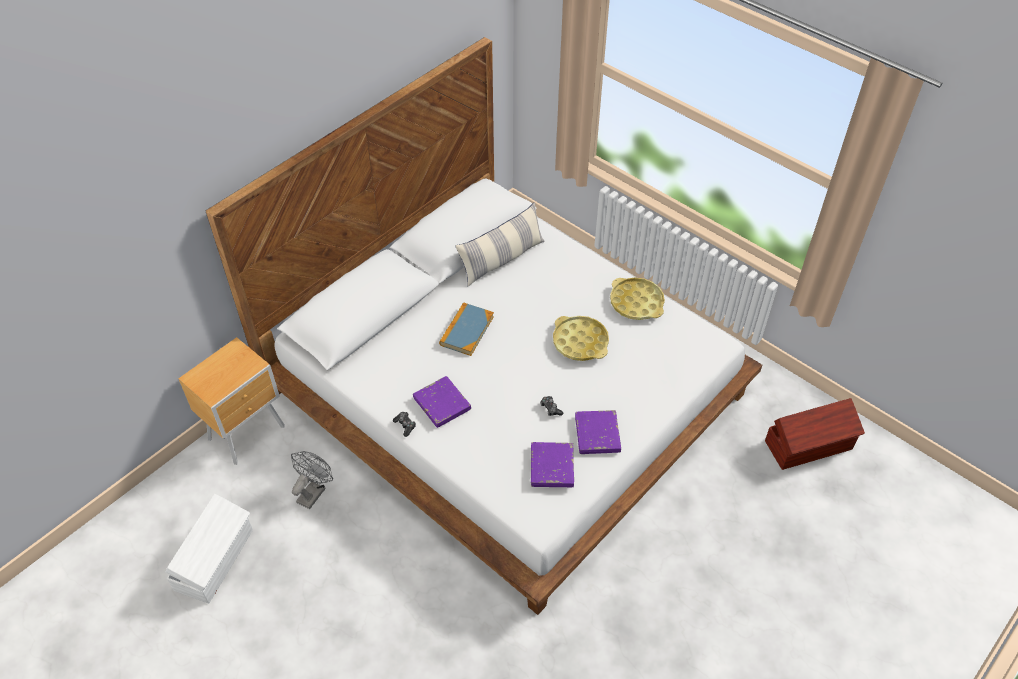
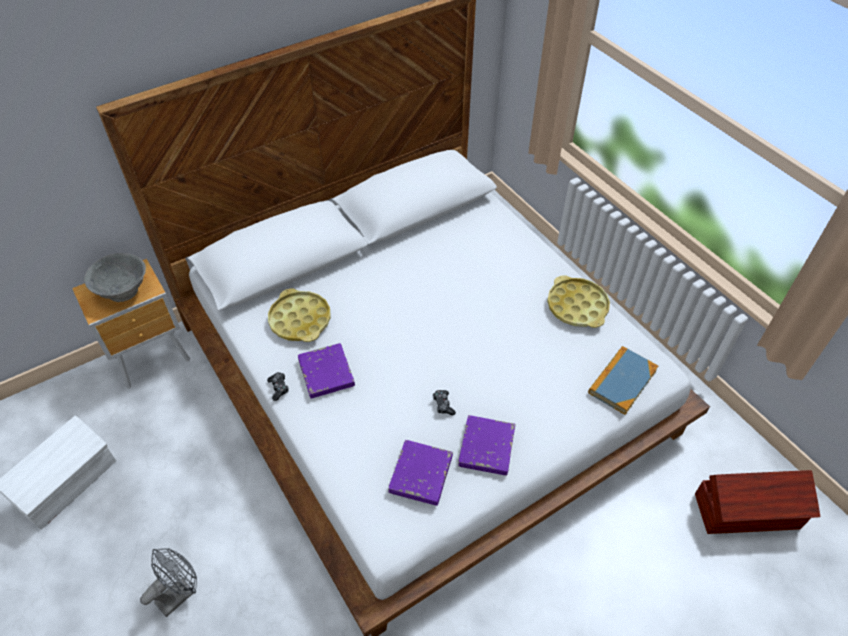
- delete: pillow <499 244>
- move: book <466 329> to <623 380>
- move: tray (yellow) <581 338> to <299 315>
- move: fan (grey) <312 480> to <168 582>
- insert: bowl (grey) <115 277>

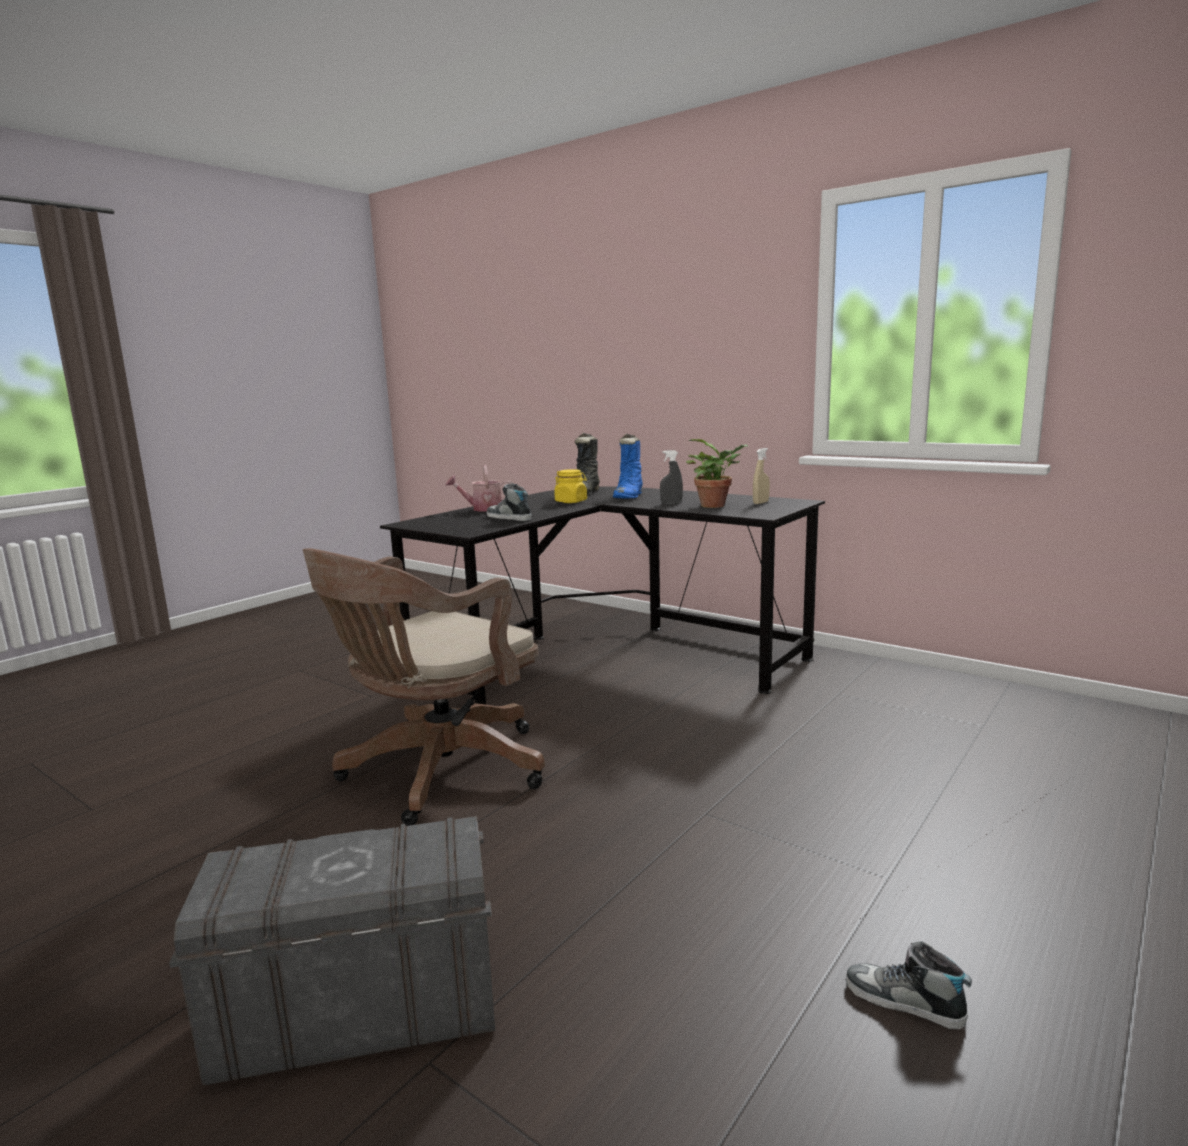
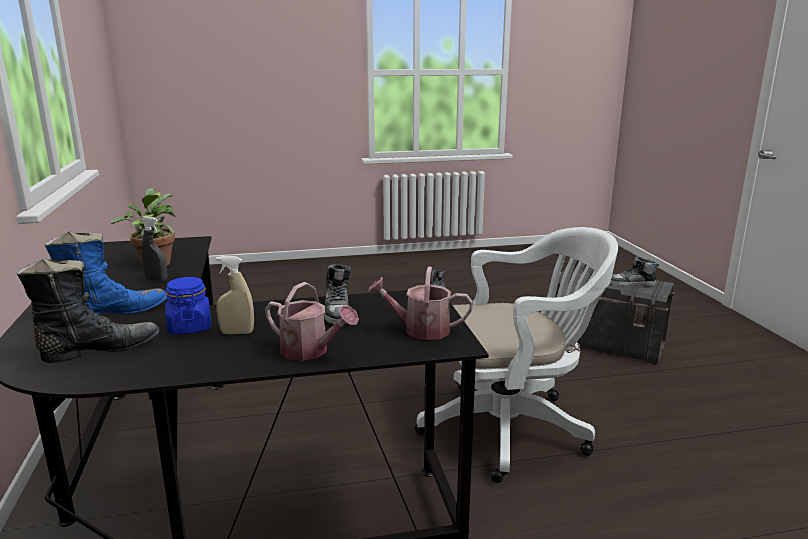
- move: spray bottle (beige) <761 476> to <235 295>
- recolor: jar (yellow) <570 486> to jar (blue) <188 305>
- recolor: office chair (brown) <424 687> to office chair (white) <516 355>
- insert: shoe <634 271>
- insert: watering can <420 303>

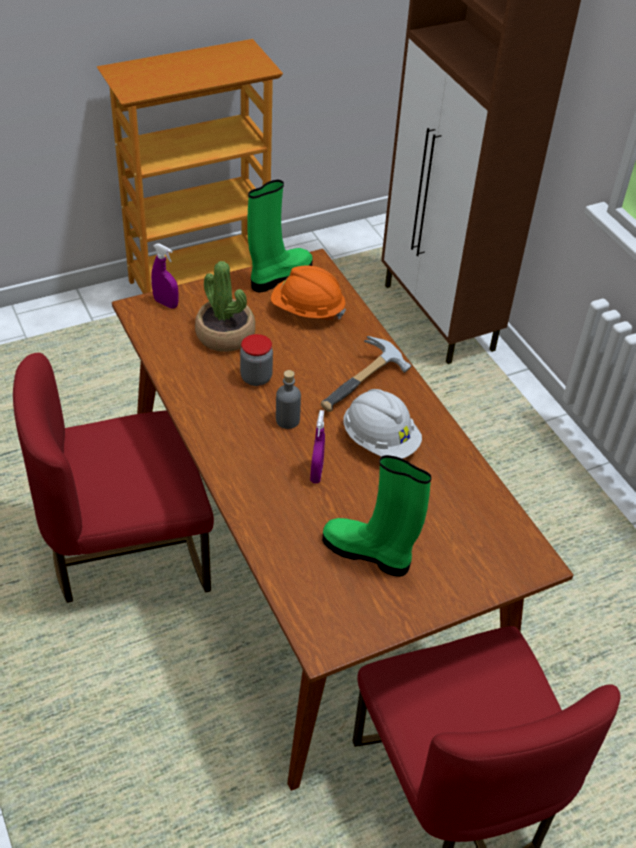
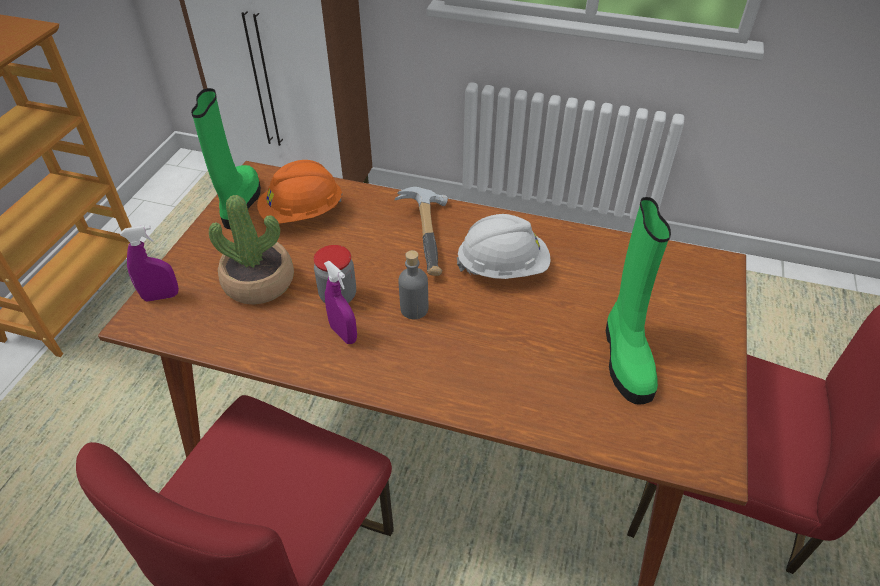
- move: spray bottle (purple) <317 447> to <340 302>
- rotate: boot (green) <377 516> = <638 301> 75 degrees counterclockwise

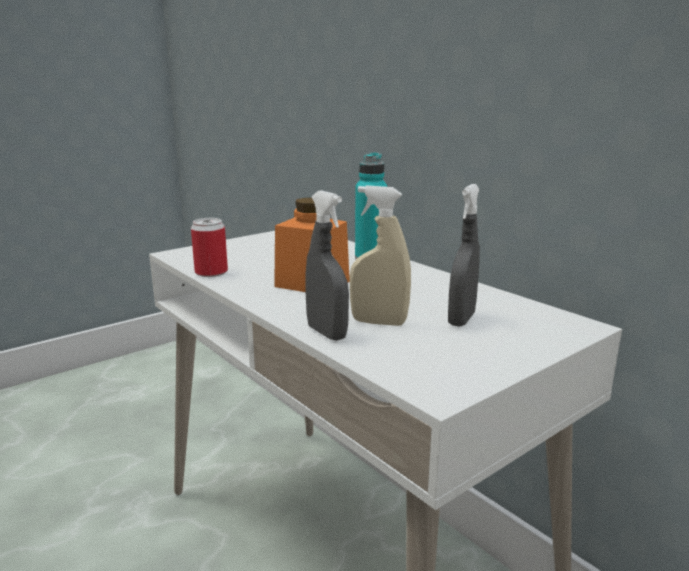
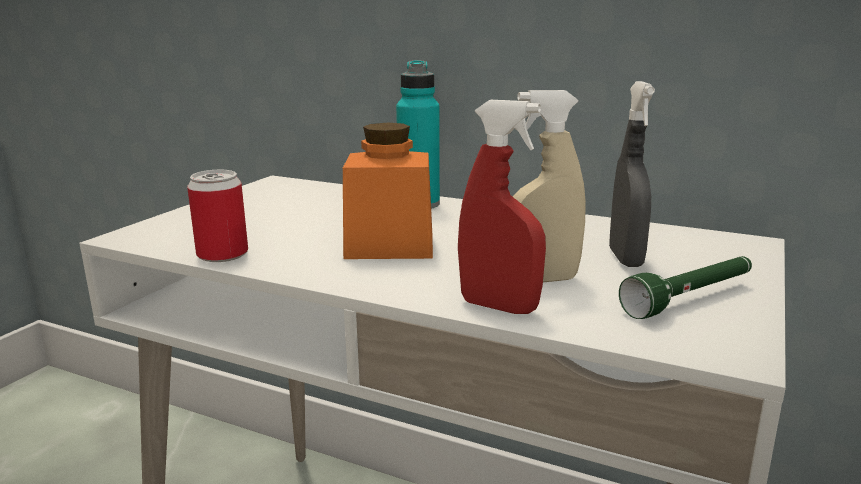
- recolor: spray bottle (grey) <327 265> to spray bottle (red) <502 207>
- insert: flashlight (green) <685 287>

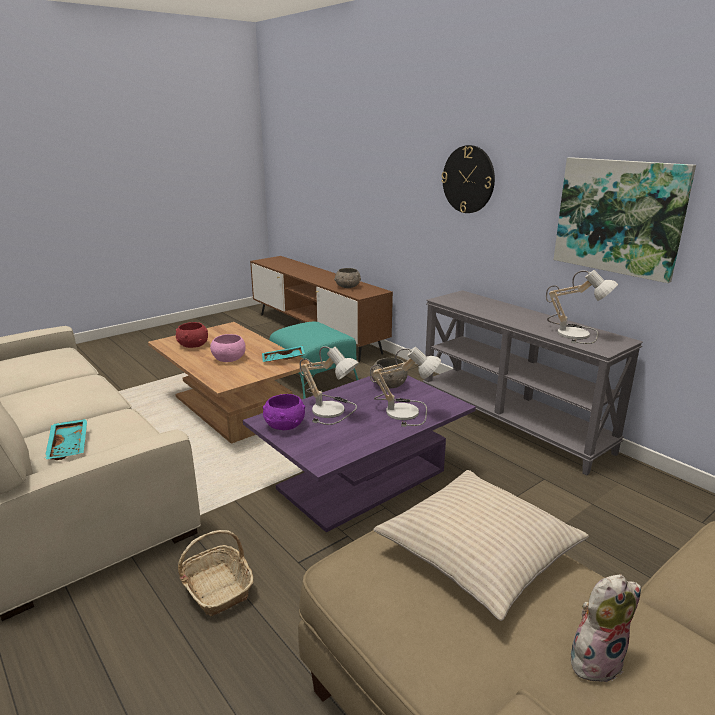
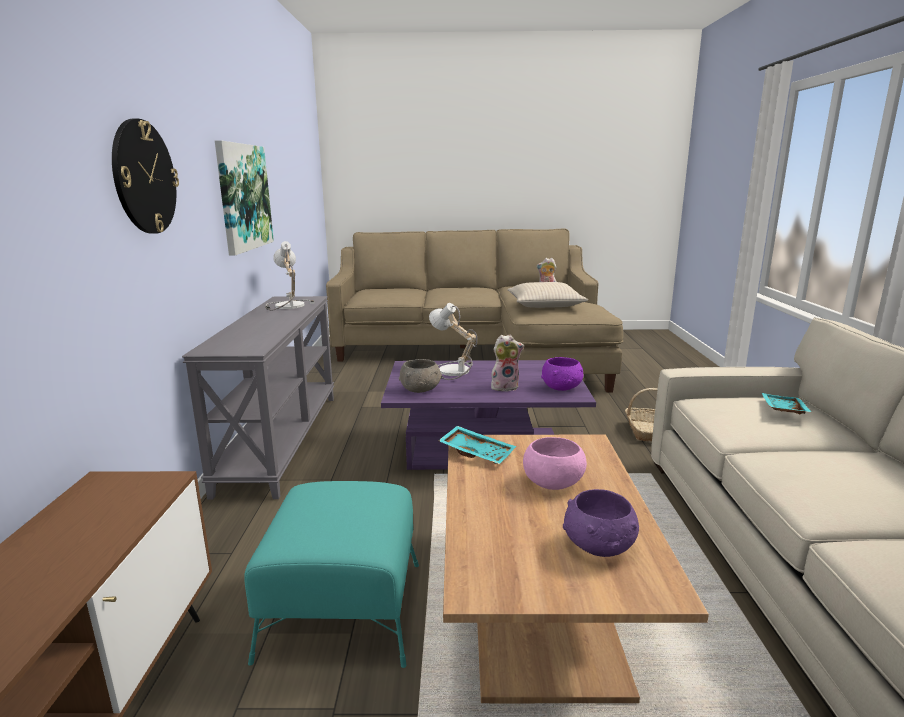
- delete: bowl (grey) <347 278>
- recolor: bowl (red) <192 335> to bowl (purple) <601 523>
- replace: table lamp <329 385> to plush toy <507 363>

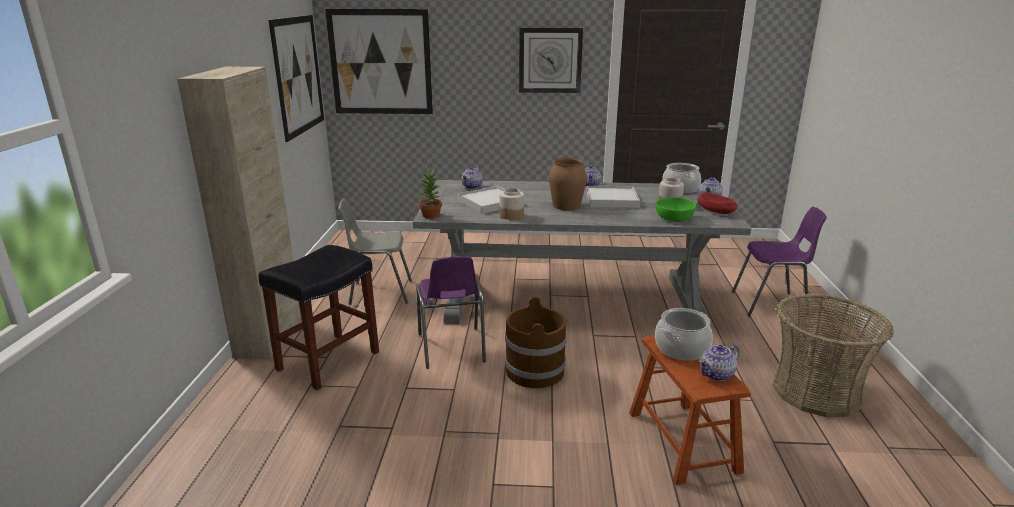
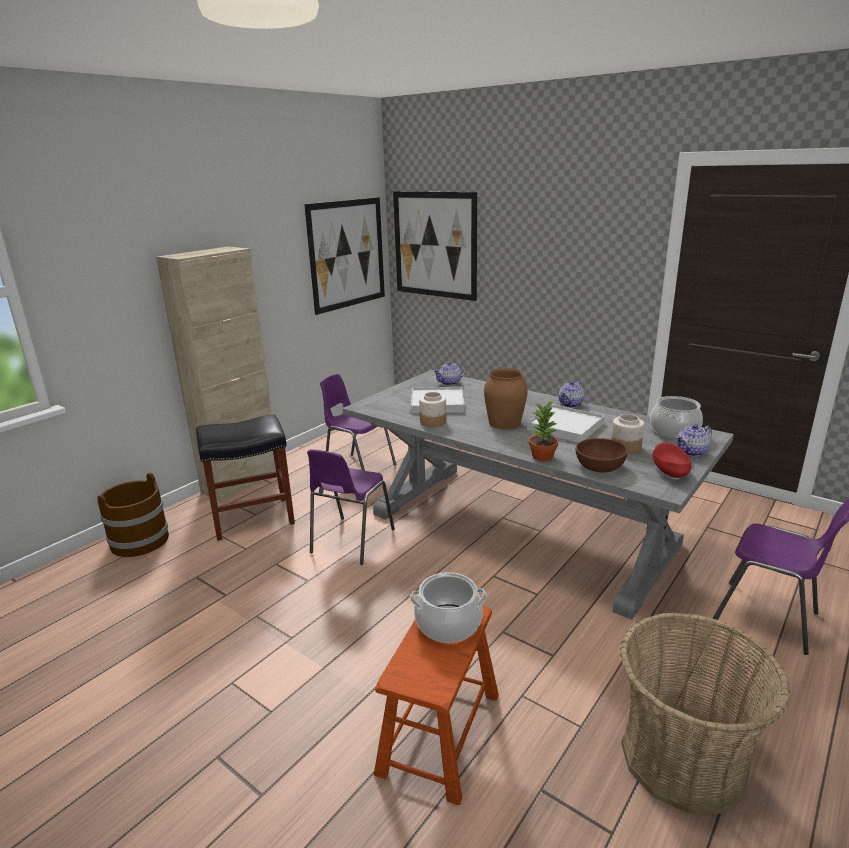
- delete: wall clock <551 60>
- move: potted plant <430 193> to <544 431>
- recolor: bowl (green) <675 209> to bowl (brown) <602 455>
- recolor: chair (grey) <375 252> to chair (purple) <358 422>
- move: bucket (brown) <536 342> to <133 515>
- delete: teapot <719 362>

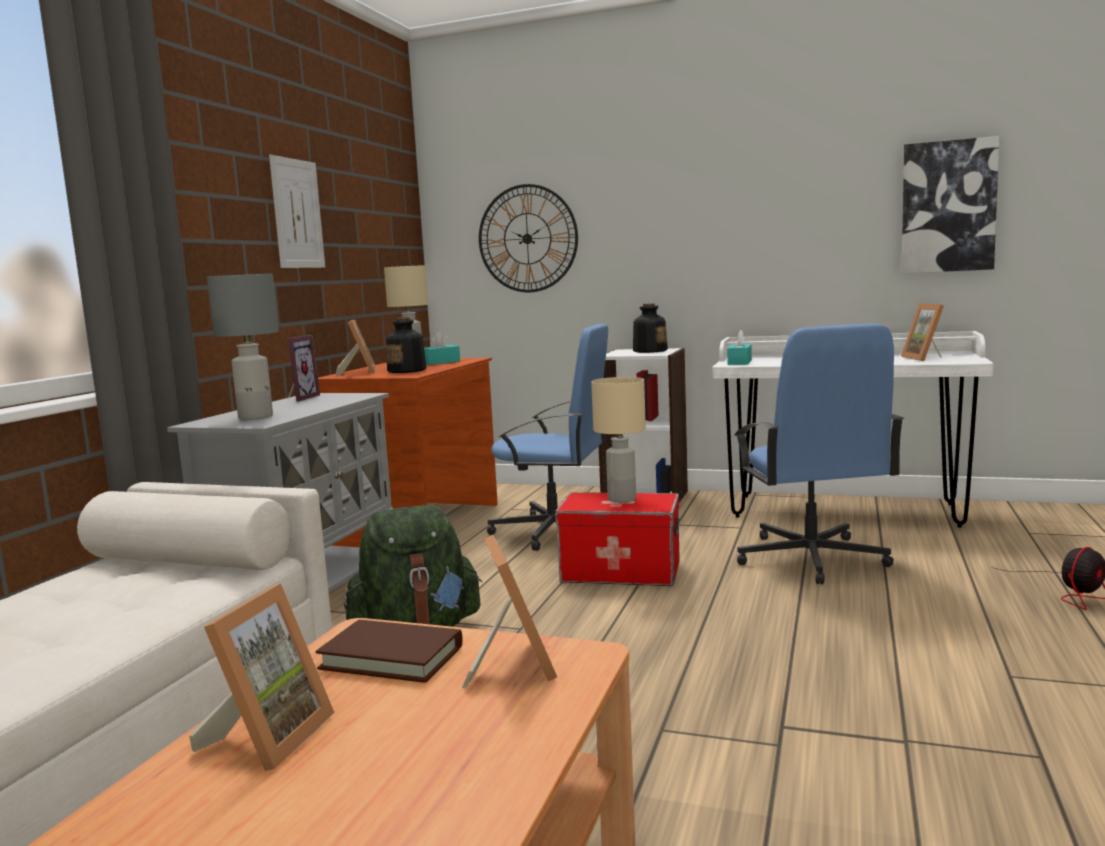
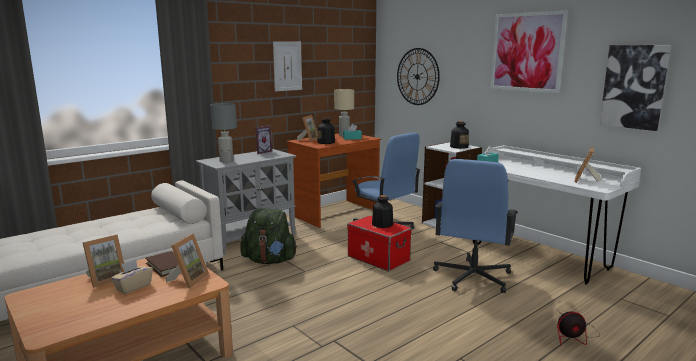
- replace: table lamp (beige) <618 440> to bottle <382 211>
- insert: picture <529 52>
- insert: tissue box (beige) <132 277>

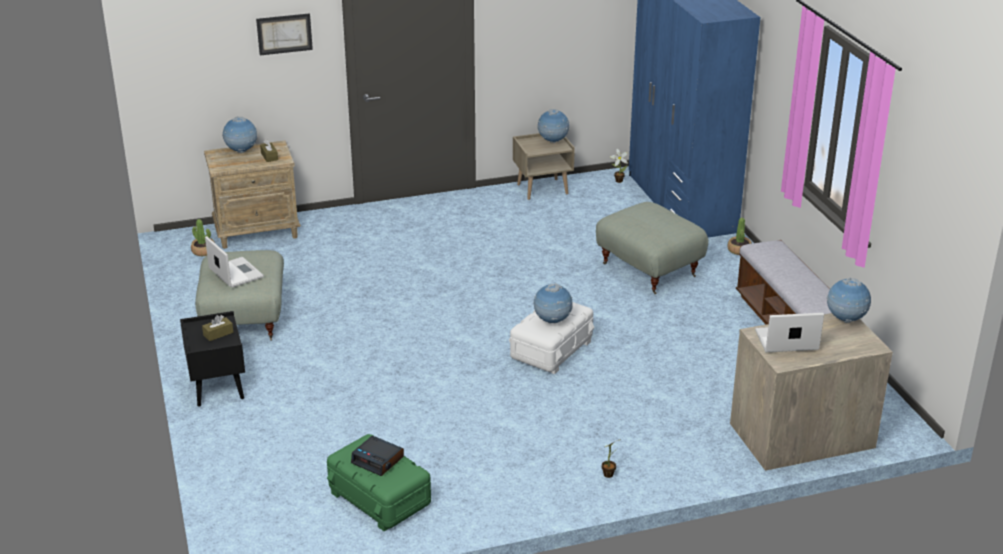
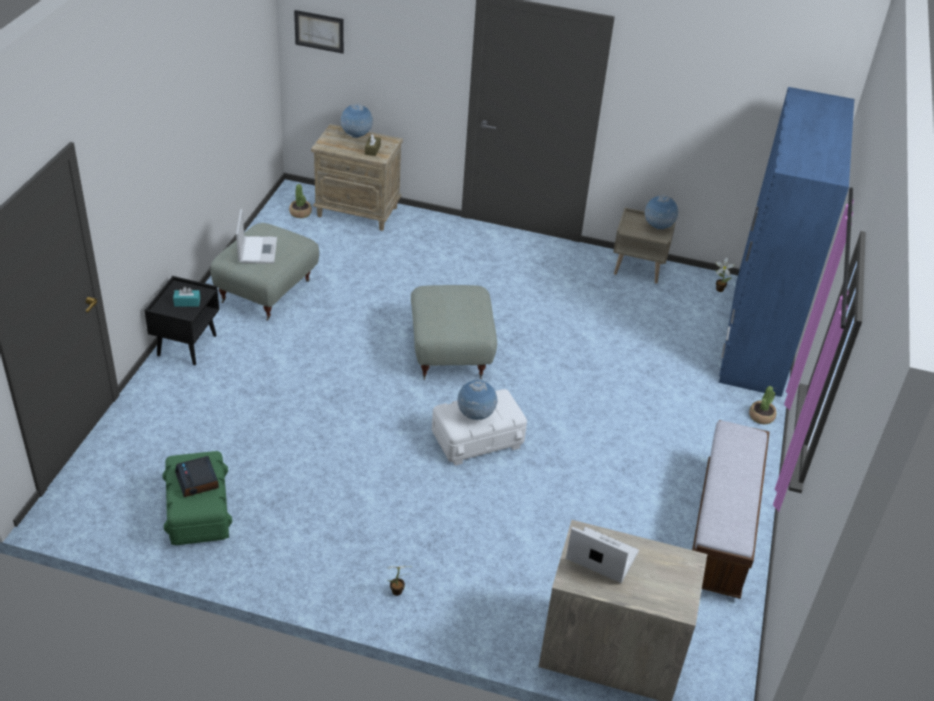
- move: picture <284 34> to <319 32>
- move: ottoman (grey) <652 248> to <454 332>
- delete: globe <848 300>
- recolor: tissue box (brown) <217 328> to tissue box (turquoise) <186 296>

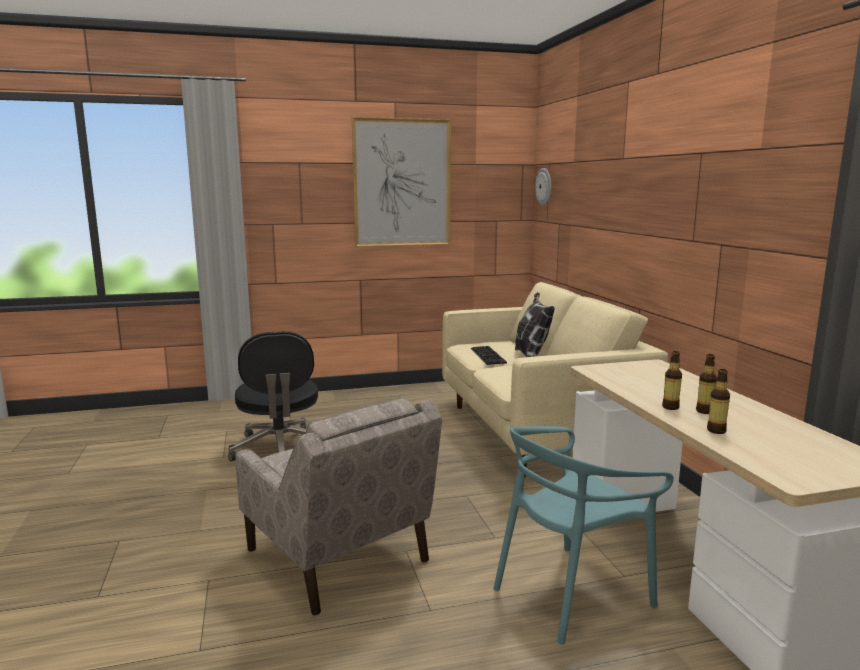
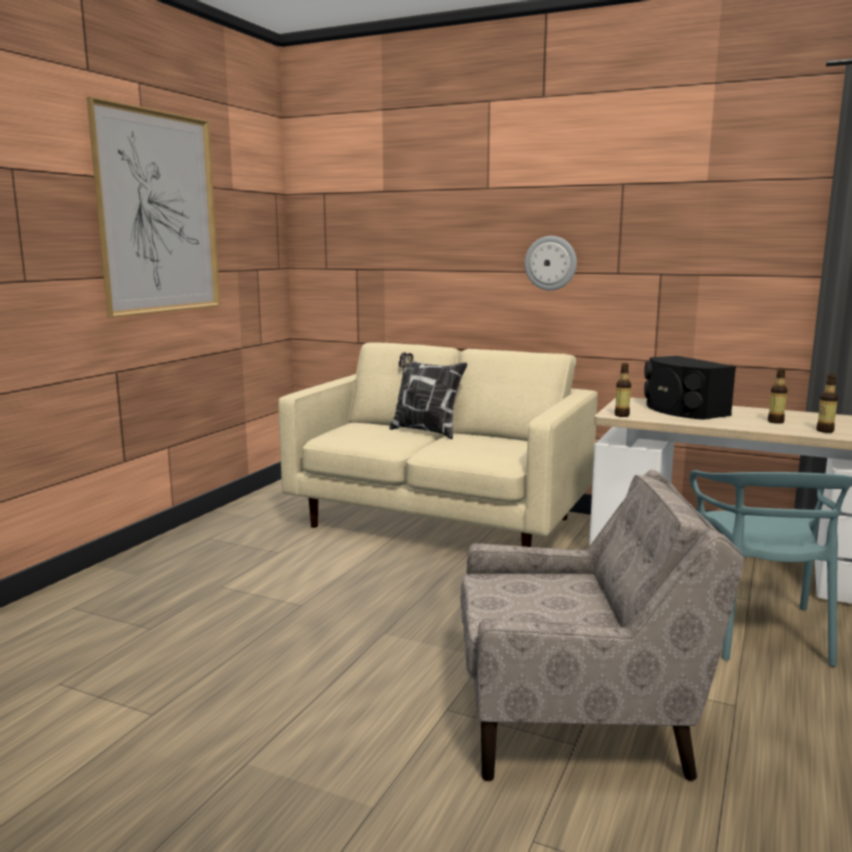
- move: wall clock <543 186> to <551 263>
- delete: office chair (black) <273 396>
- delete: keyboard <489 355>
- move: bottle <672 380> to <622 390>
- insert: speaker (black) <690 388>

